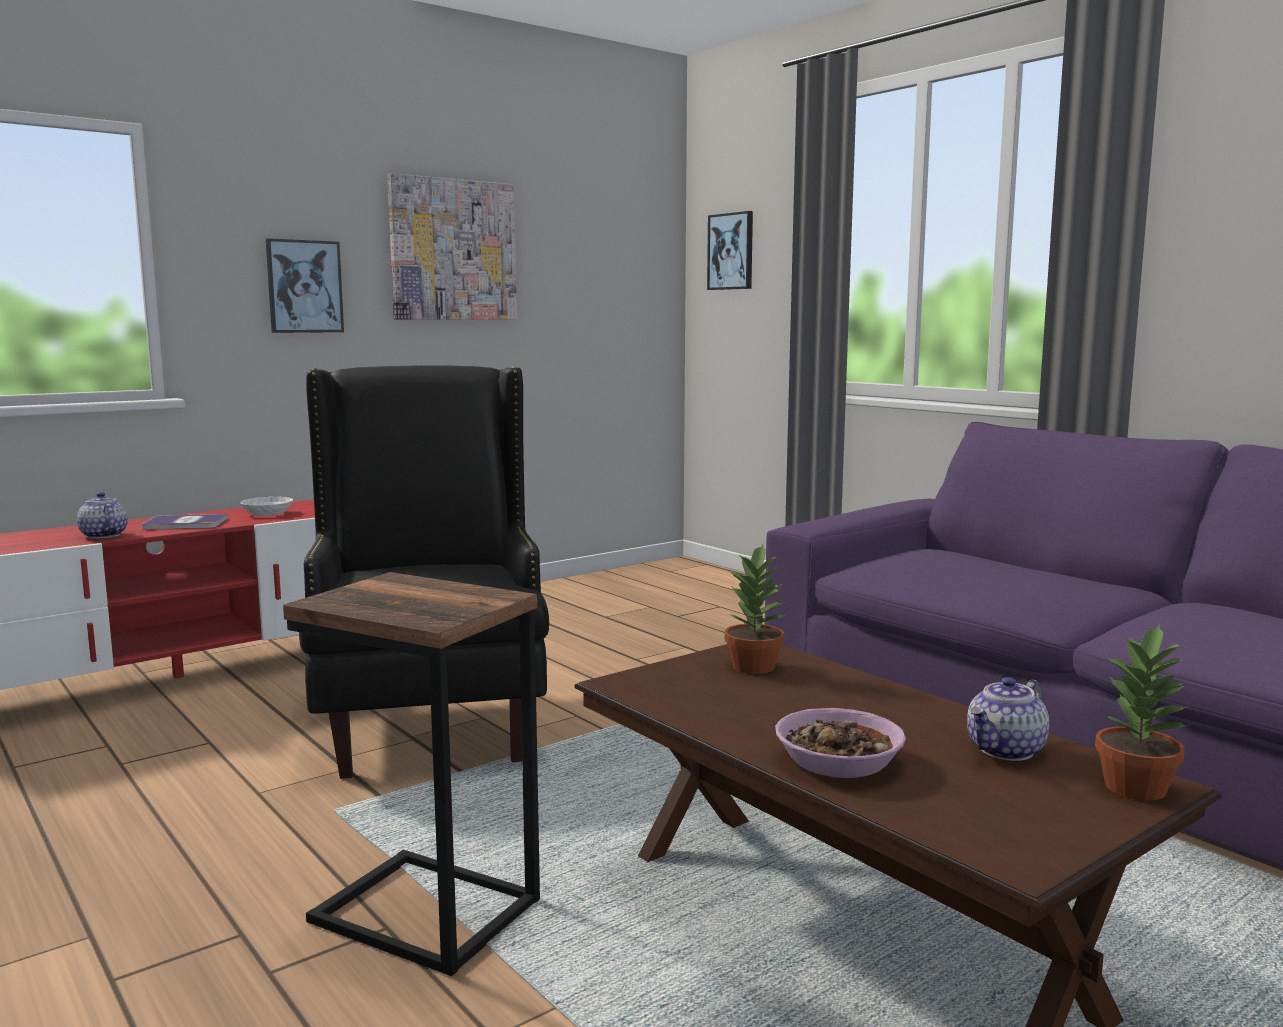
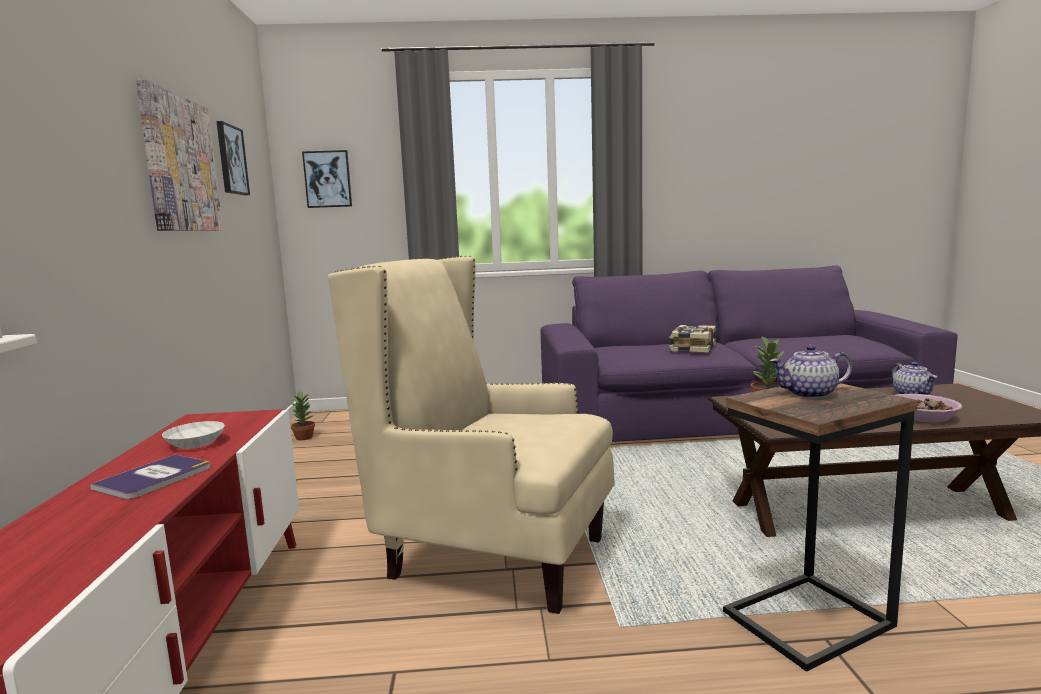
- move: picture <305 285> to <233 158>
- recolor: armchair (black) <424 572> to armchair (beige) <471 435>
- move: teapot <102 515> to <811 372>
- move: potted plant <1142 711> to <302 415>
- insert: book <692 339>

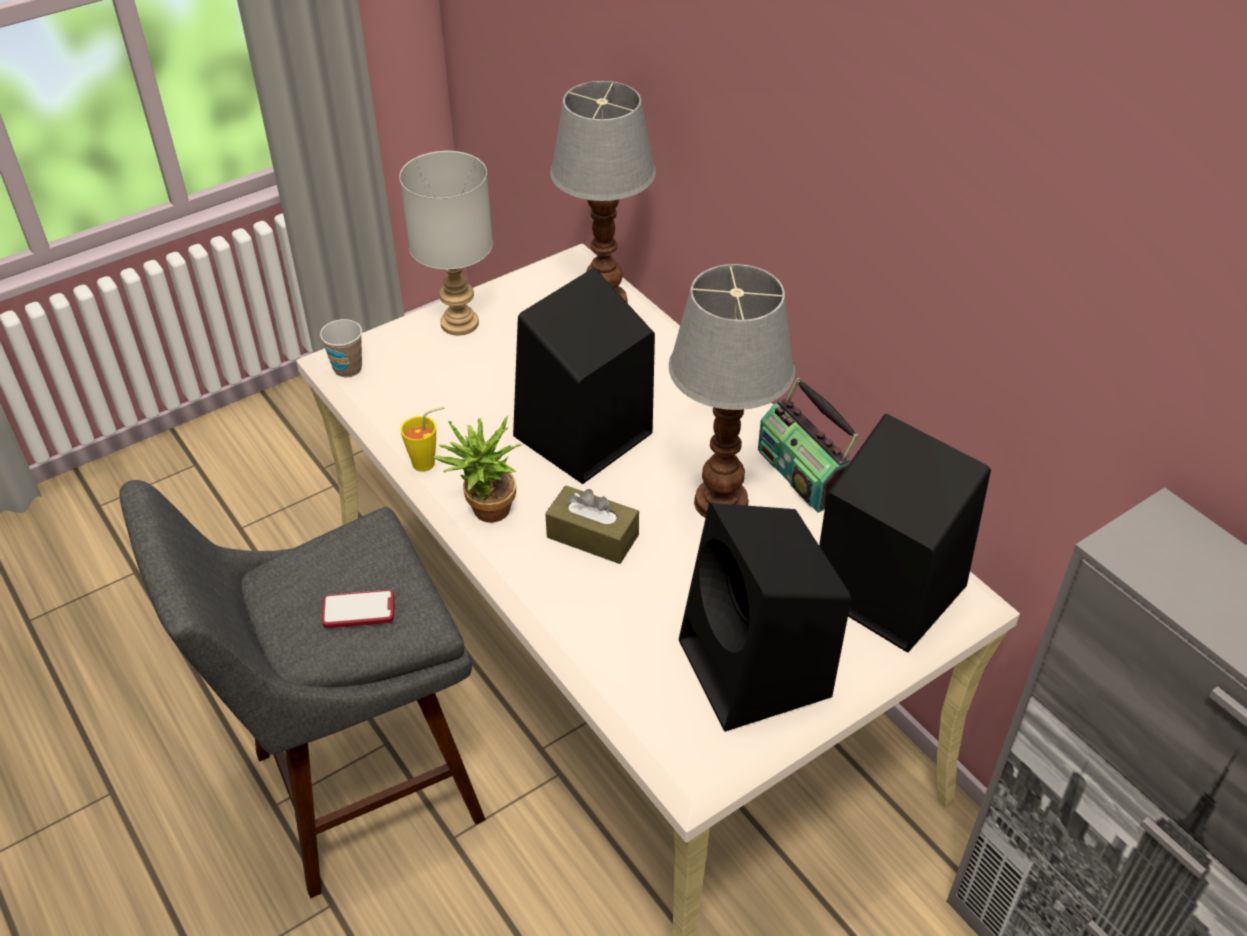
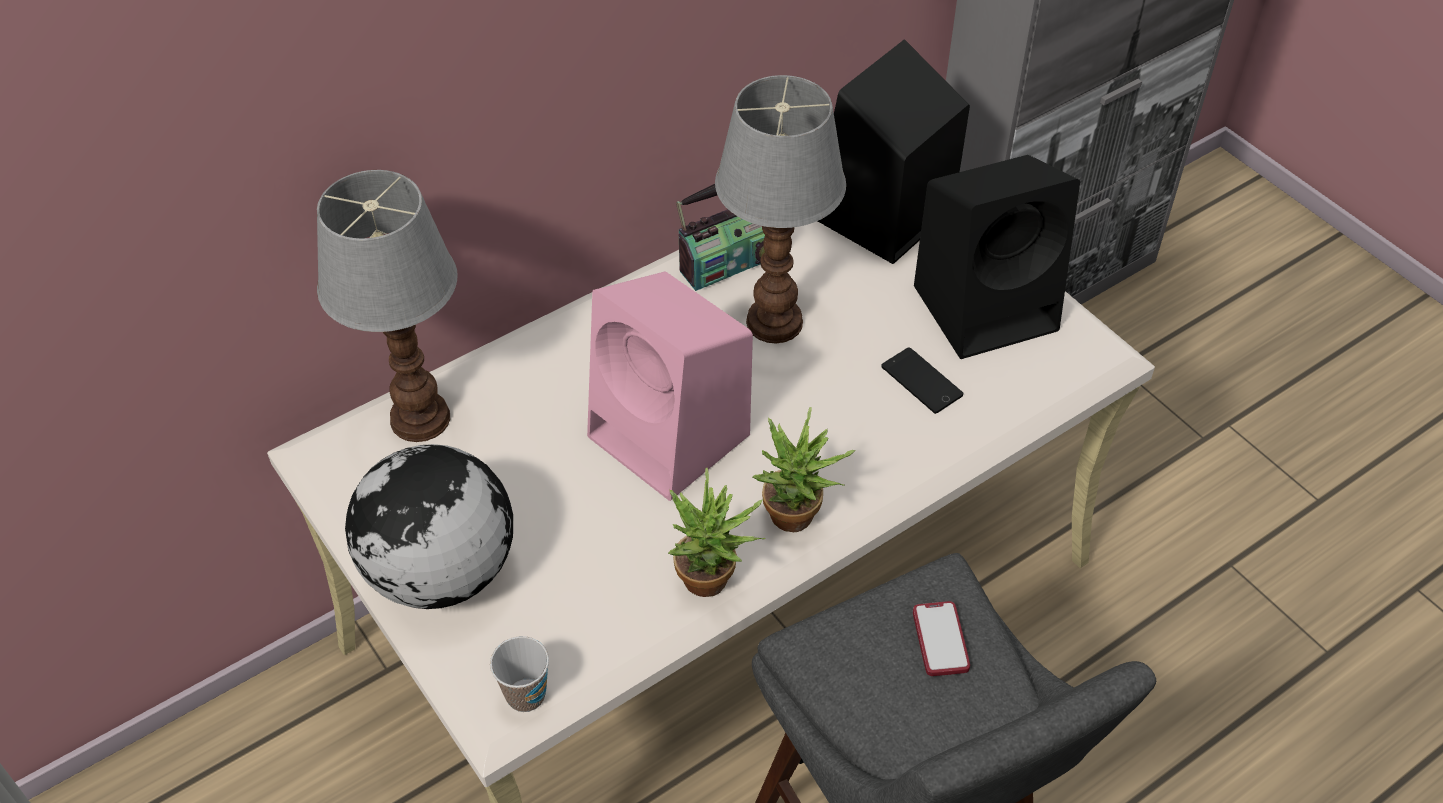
- replace: table lamp (grey) <446 243> to globe <429 526>
- recolor: speaker (black) <584 376> to speaker (pink) <670 386>
- replace: cup (yellow) <422 439> to potted plant <716 532>
- delete: tissue box (brown) <592 525>
- insert: phone <922 380>

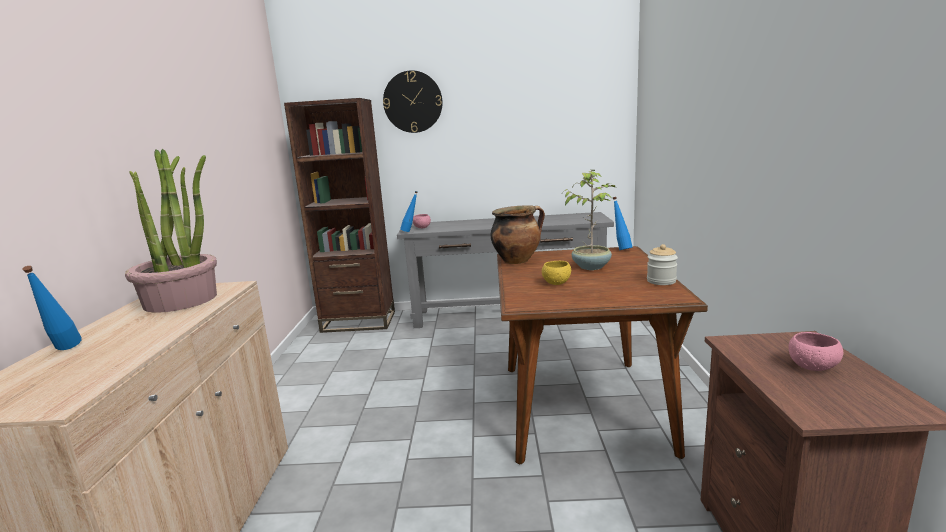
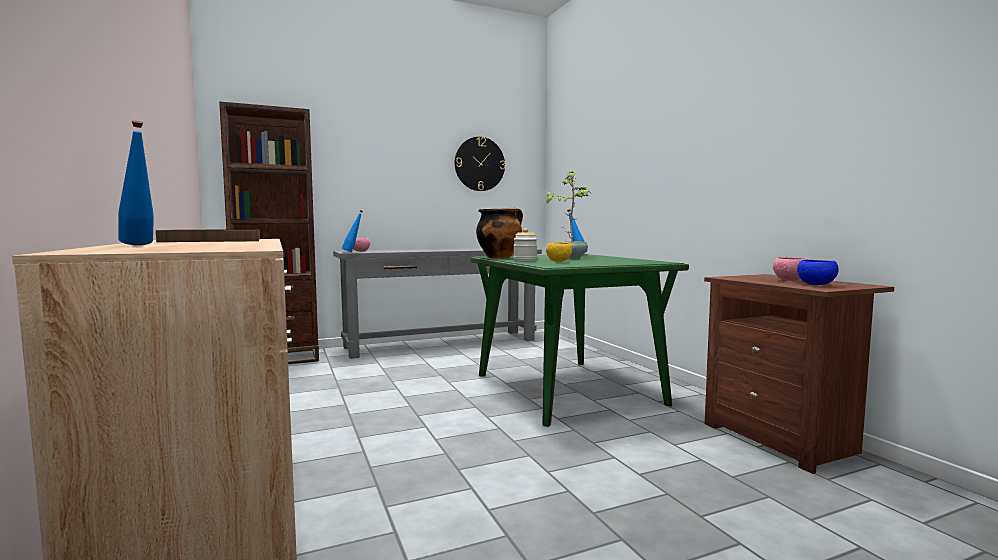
- move: wall clock <413 101> to <480 164>
- replace: potted plant <171 231> to tray (brown) <208 235>
- move: jar <662 264> to <525 245>
- recolor: dining table (brown) <602 355> to dining table (green) <580 340>
- insert: bowl (blue) <818 272>

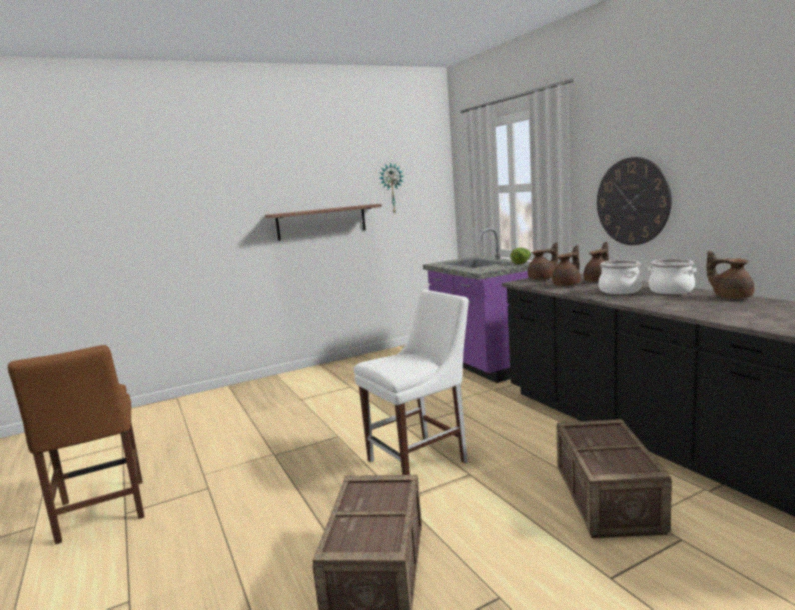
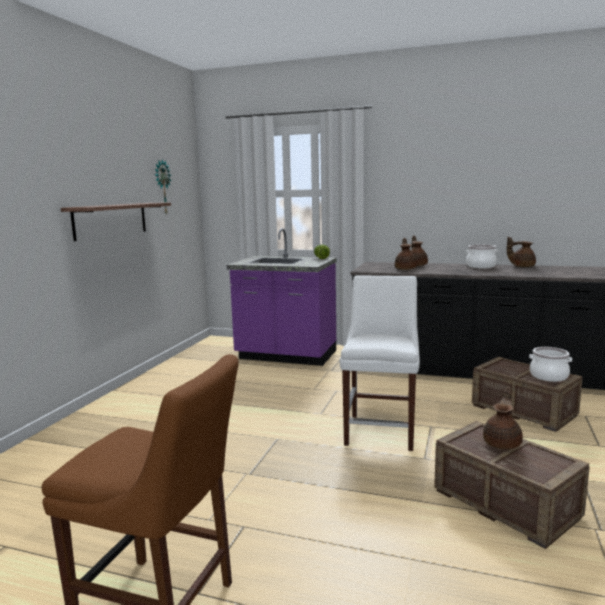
- delete: wall clock <634 201>
- move: teapot (brown) <543 261> to <503 418>
- move: cooking pot <620 277> to <550 364>

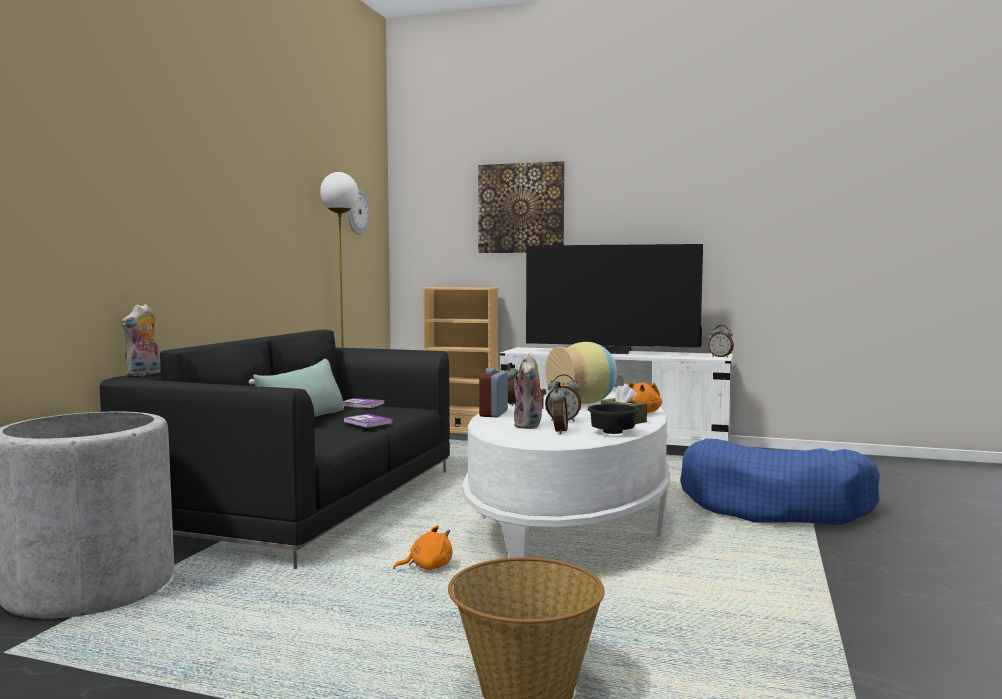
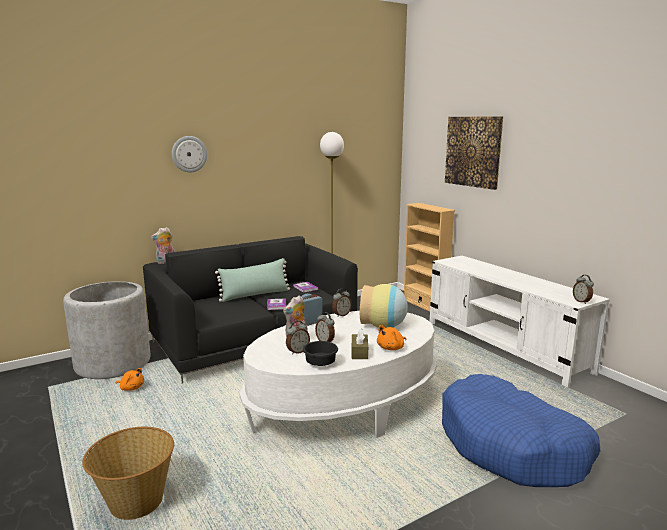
- move: wall clock <358 212> to <189 154>
- delete: television <614 299>
- move: plush toy (orange) <422 547> to <129 379>

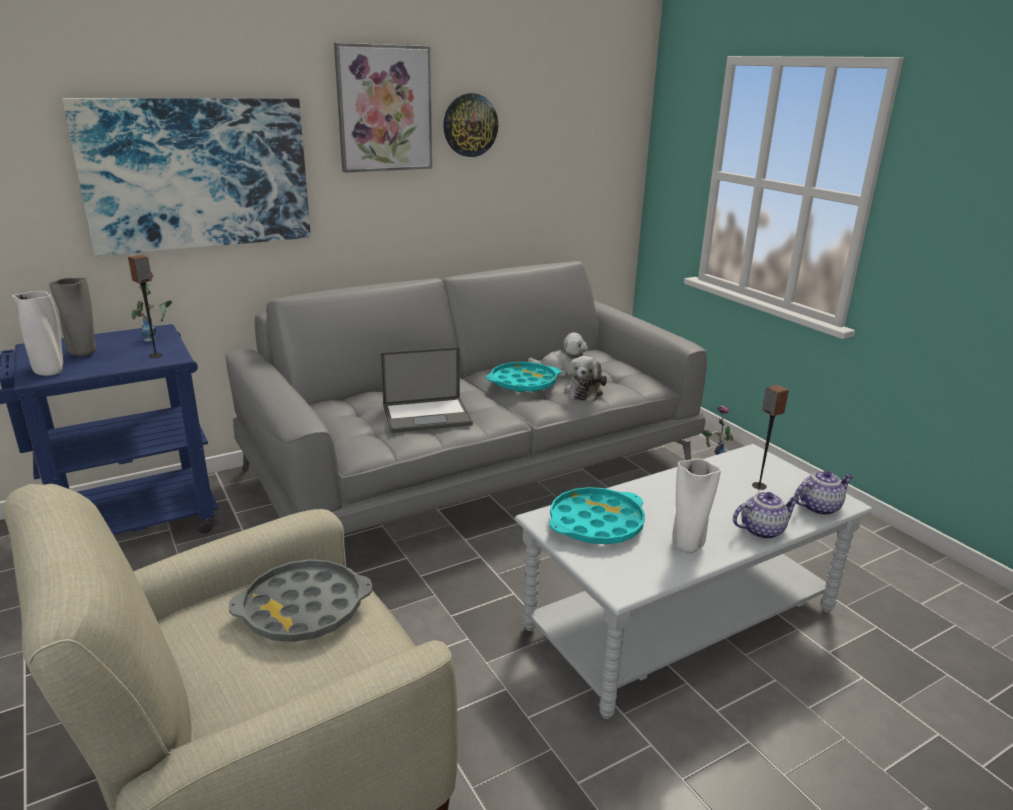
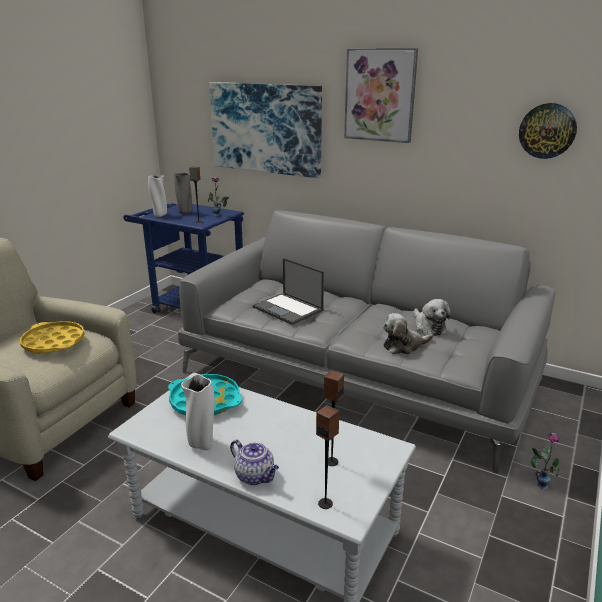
- move: wall clock <470 125> to <548 131>
- delete: tray (turquoise) <523 377>
- replace: teapot <823 493> to speaker <327 457>
- recolor: tray (grey) <300 600> to tray (yellow) <52 337>

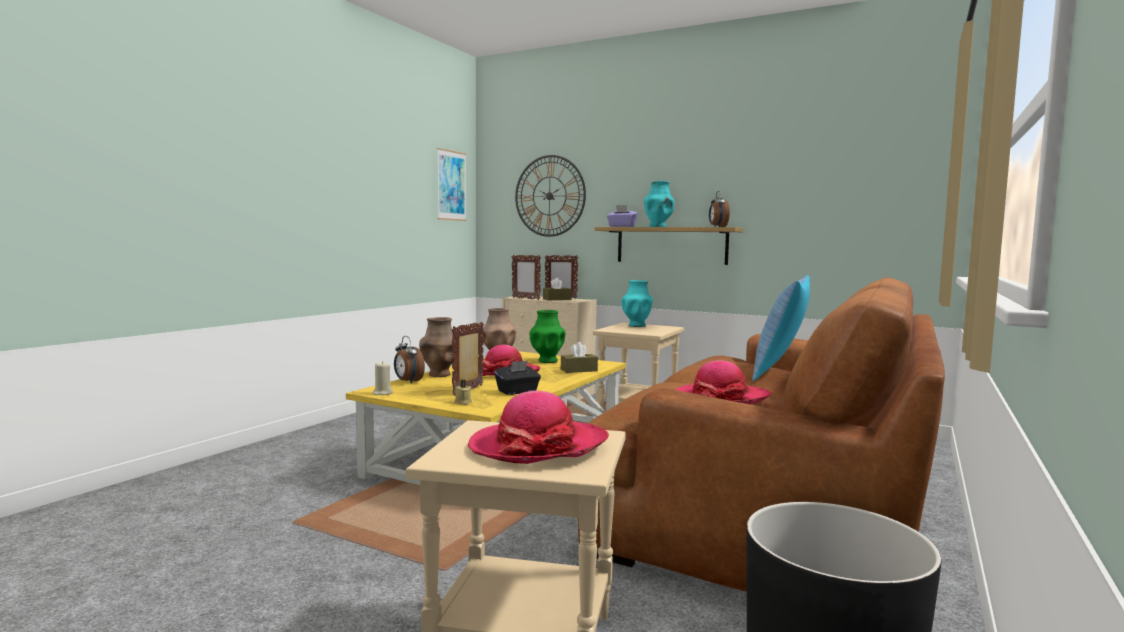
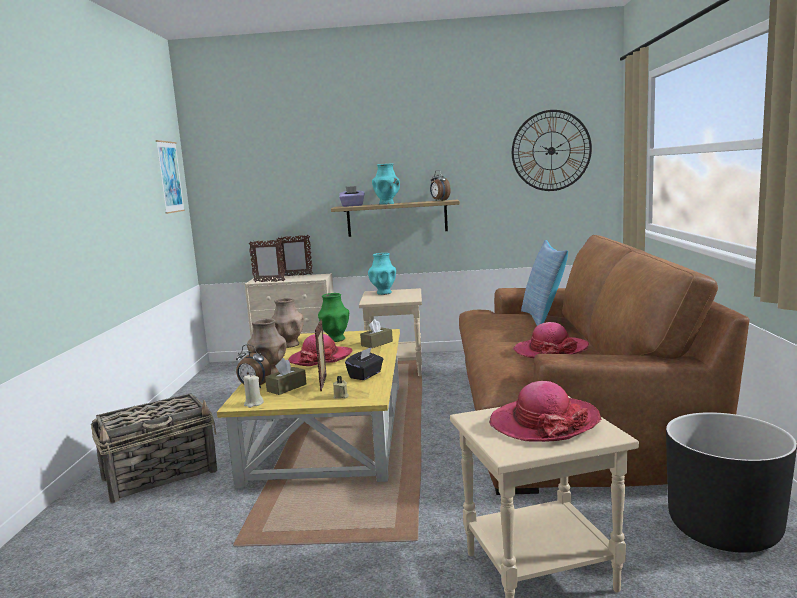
- move: wall clock <550 196> to <552 150>
- move: tissue box (brown) <557 289> to <285 376>
- insert: basket <154 448>

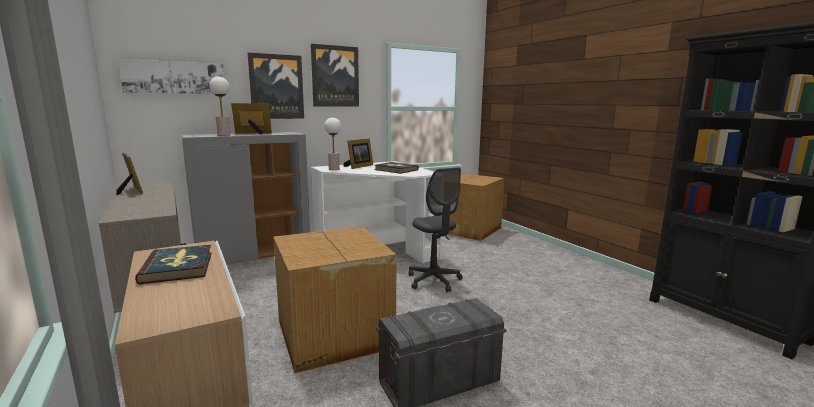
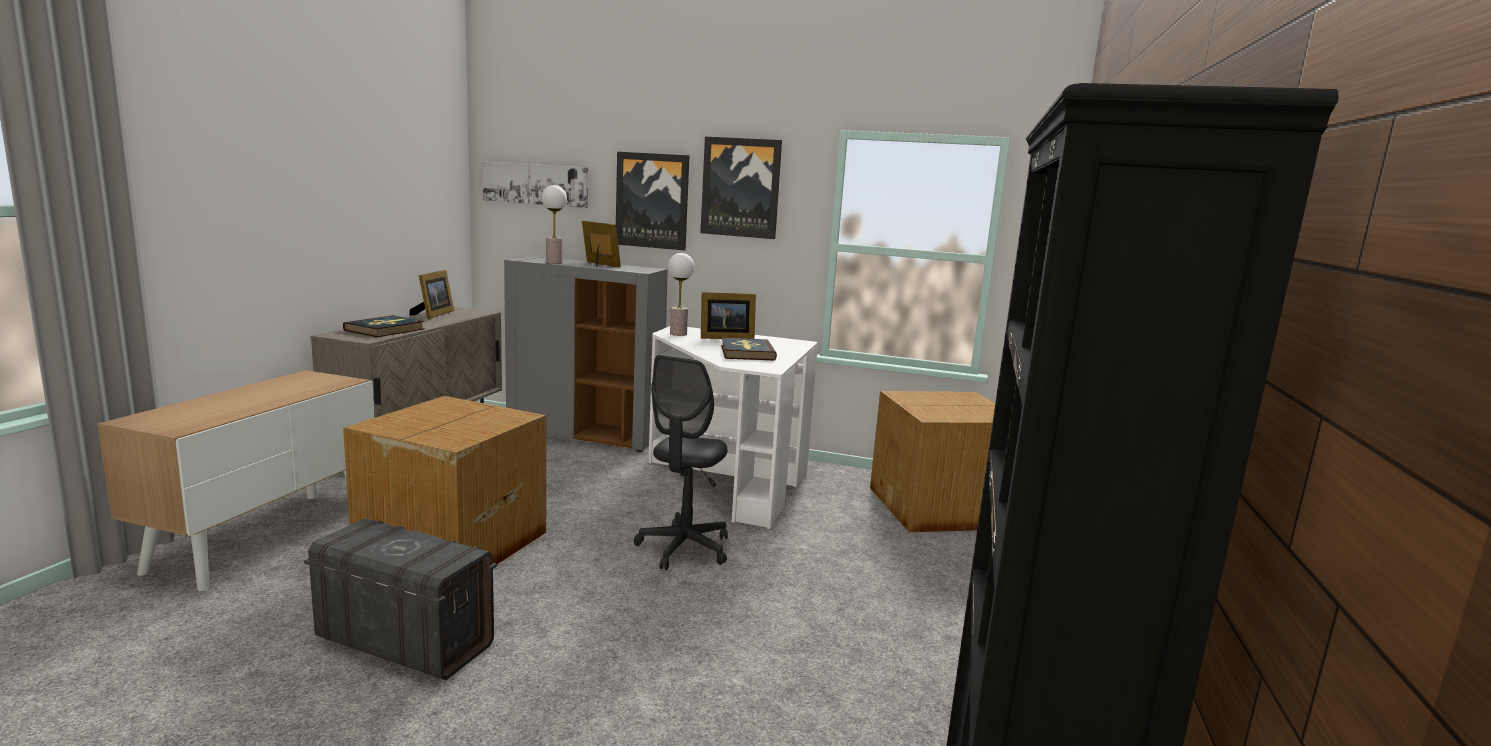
- move: book <173 264> to <384 326>

